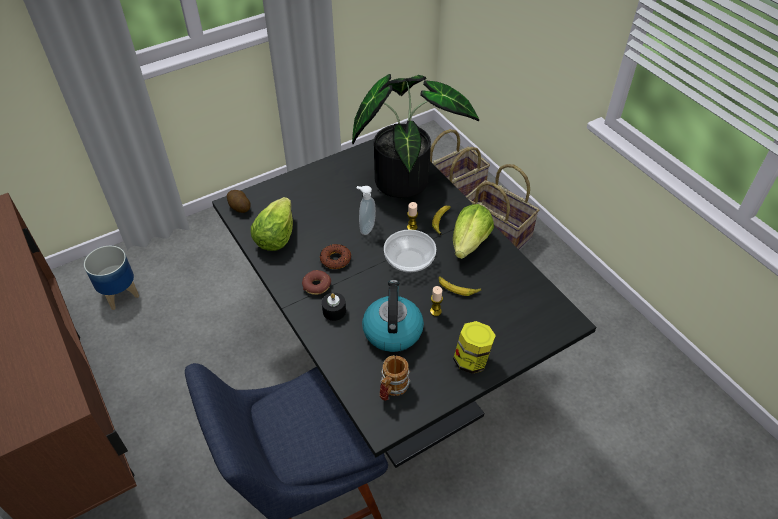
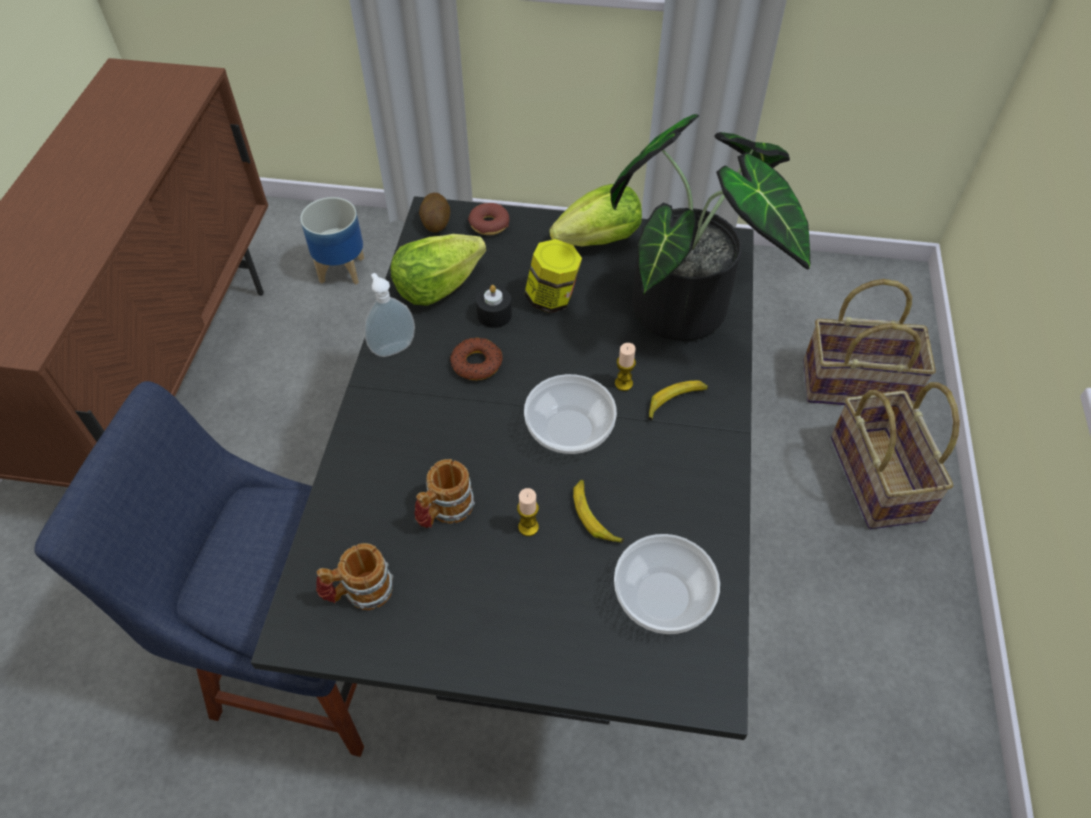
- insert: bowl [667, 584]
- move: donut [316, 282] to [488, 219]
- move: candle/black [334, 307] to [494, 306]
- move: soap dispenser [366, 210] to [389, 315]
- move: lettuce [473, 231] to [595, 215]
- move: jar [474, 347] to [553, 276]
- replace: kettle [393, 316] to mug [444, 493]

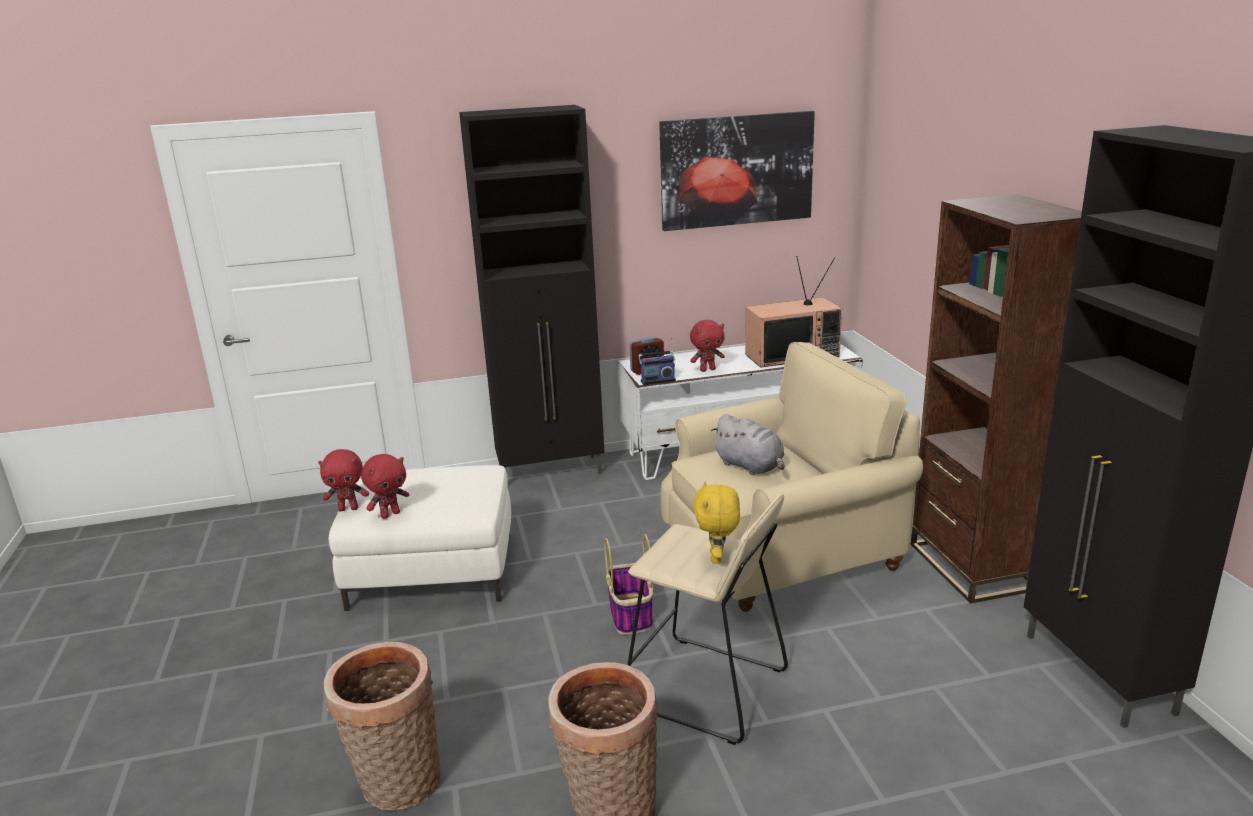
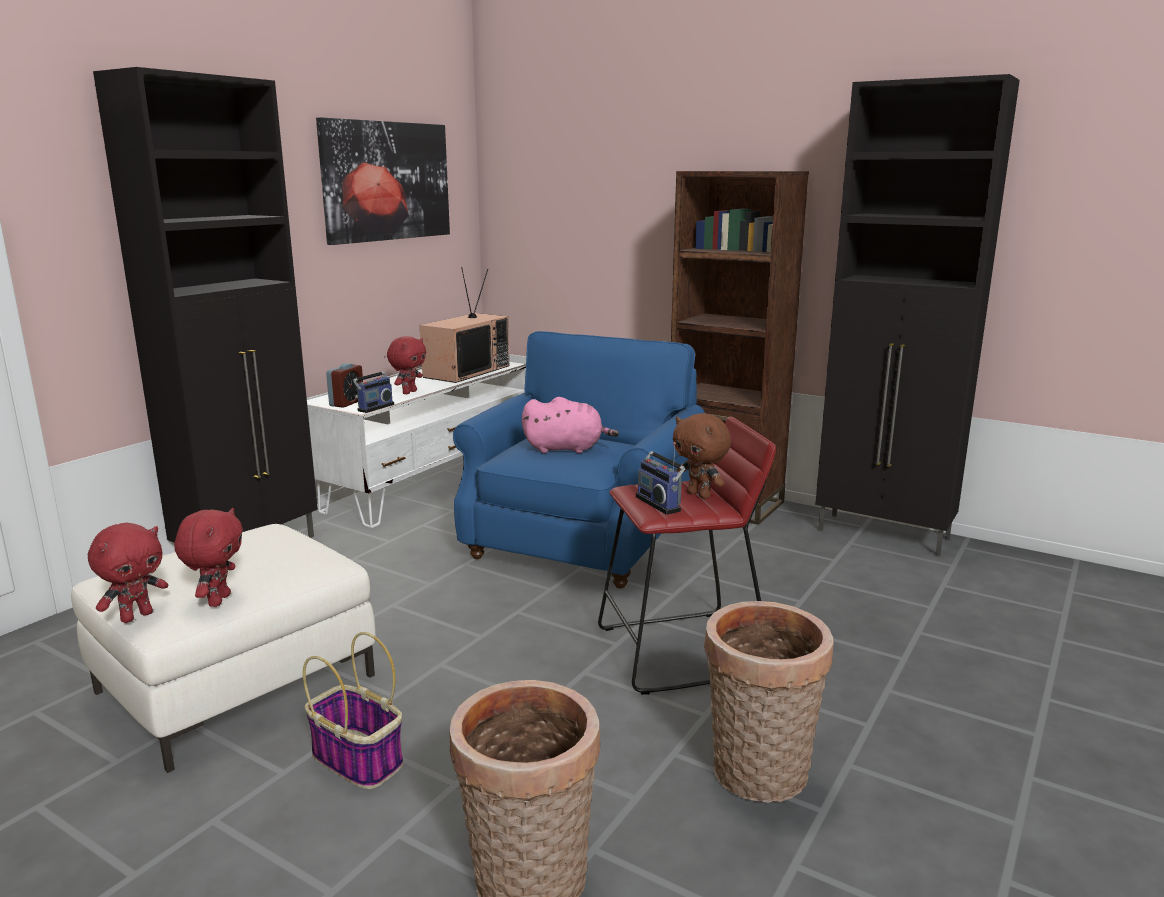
- insert: radio [661, 478]
- move: basket [628, 584] to [353, 710]
- recolor: stool/beige [708, 619] to stool/red [687, 555]
- recolor: armchair/beige [791, 477] to armchair/blue [579, 460]
- recolor: plush toy/yellow [716, 523] to plush toy/brown [702, 456]
- recolor: plush toy/grey [748, 444] to plush toy/pink [570, 425]

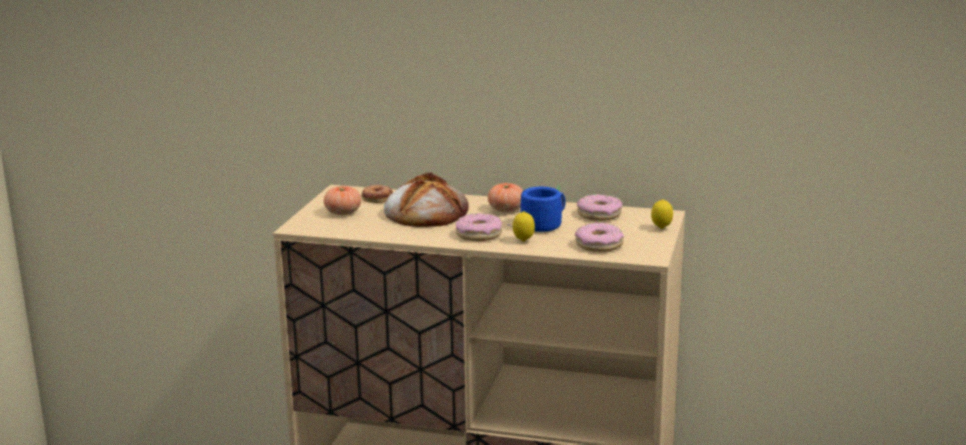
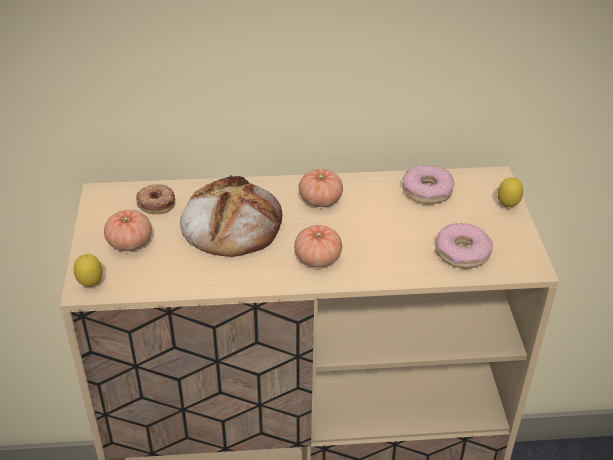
- delete: mug/blue [537, 208]
- move: lemon [524, 226] to [88, 270]
- replace: donut [479, 227] to tomato [318, 246]

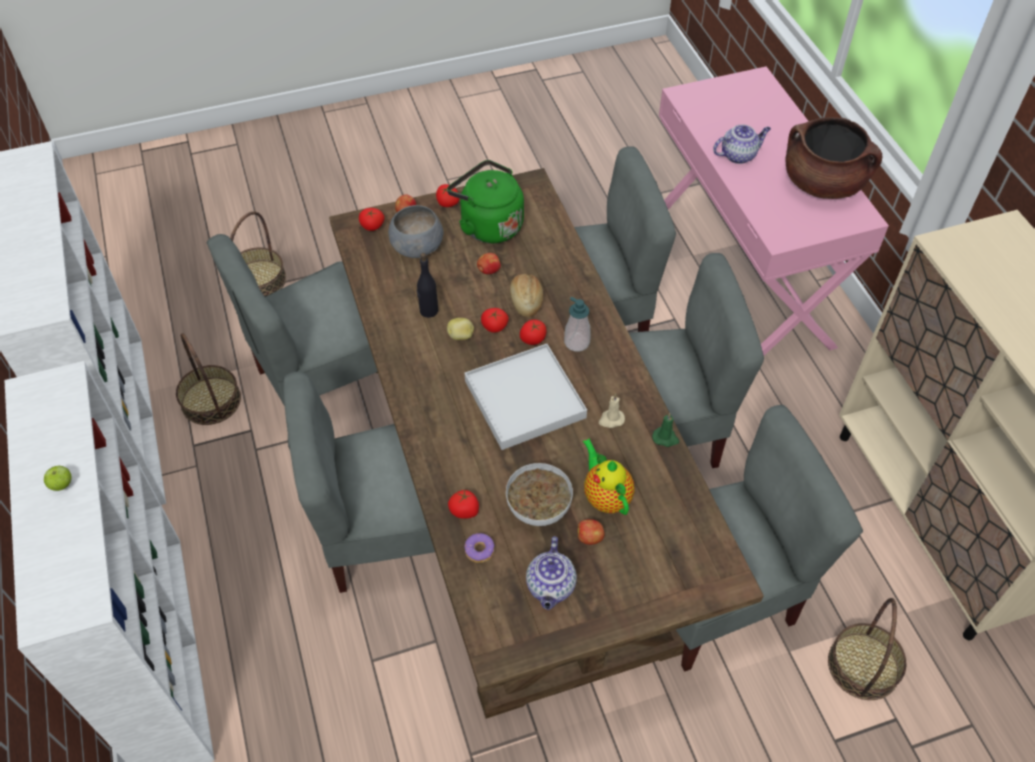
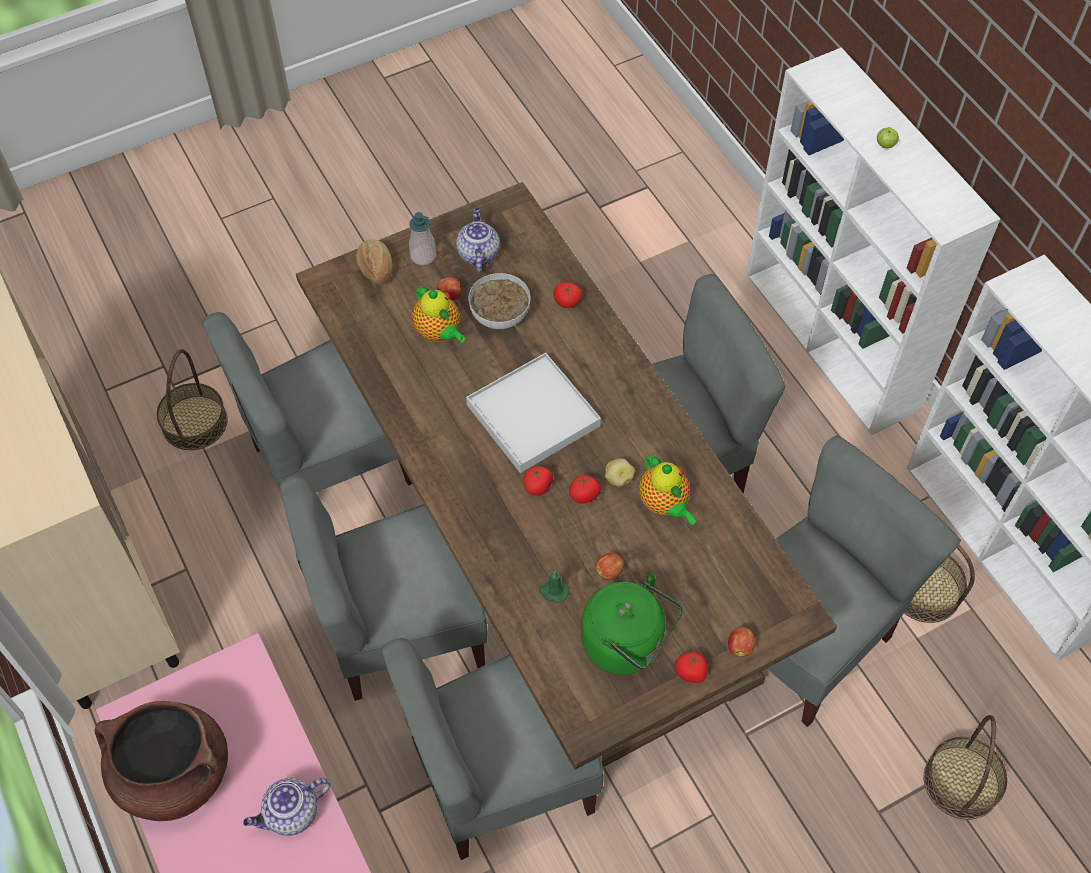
- delete: tomato [371, 219]
- delete: bowl/grey [416, 231]
- delete: donut [479, 548]
- delete: candle/beige [612, 411]
- move: bread [526, 295] to [374, 262]
- move: soap dispenser [577, 324] to [422, 238]
- move: candle/green [665, 430] to [554, 586]
- replace: bottle/black [427, 285] to teapot [667, 489]

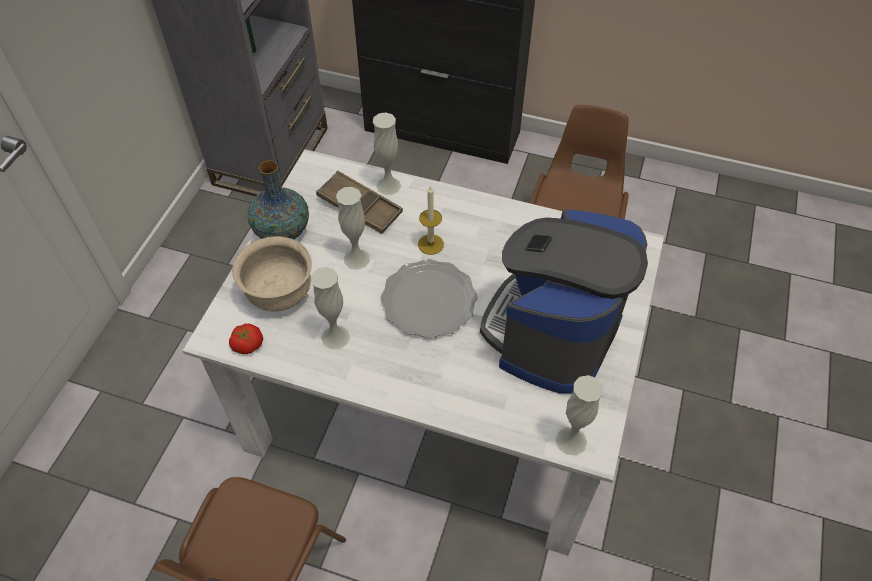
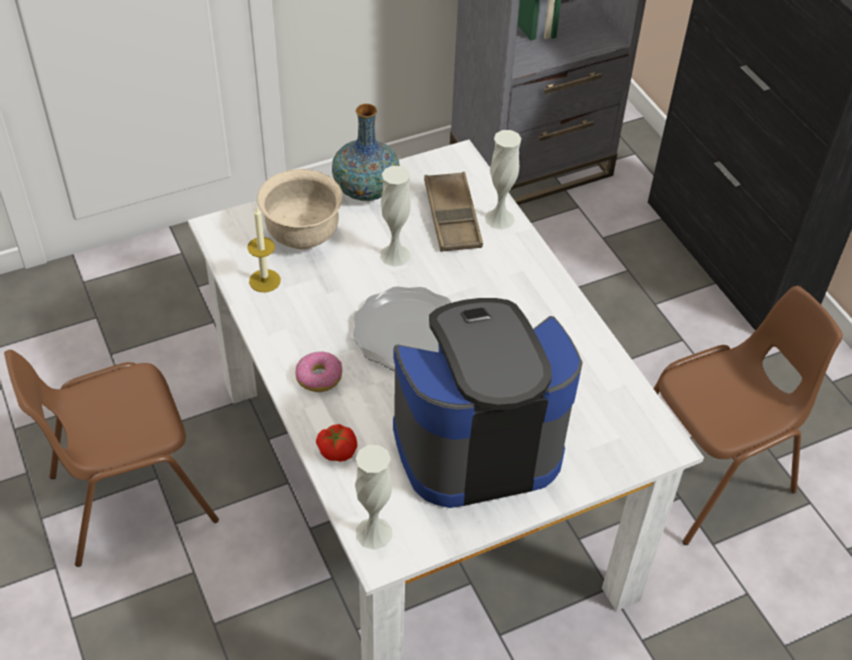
- delete: vase/white [330, 308]
- insert: donut [318, 372]
- move: tomato [246, 339] to [336, 443]
- move: candle [431, 220] to [264, 249]

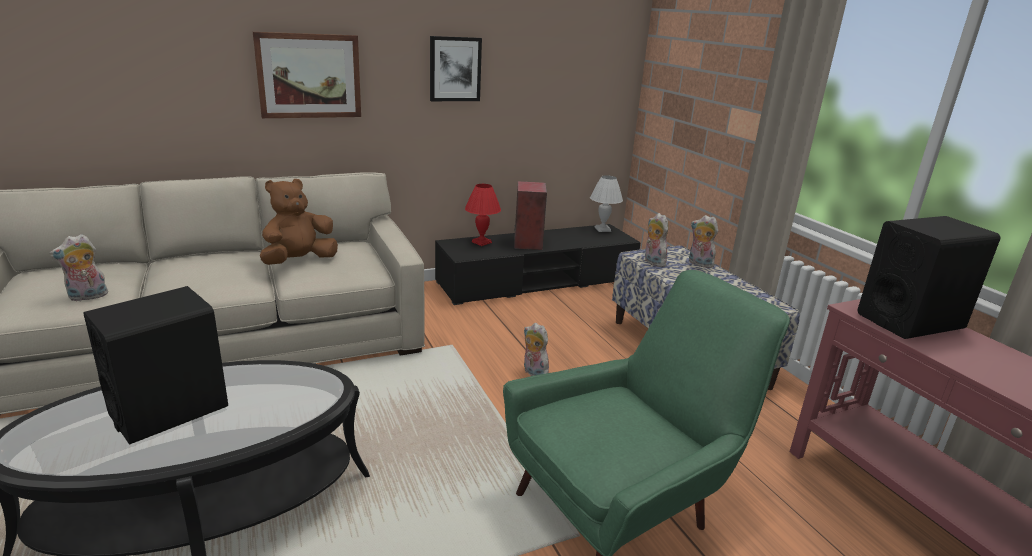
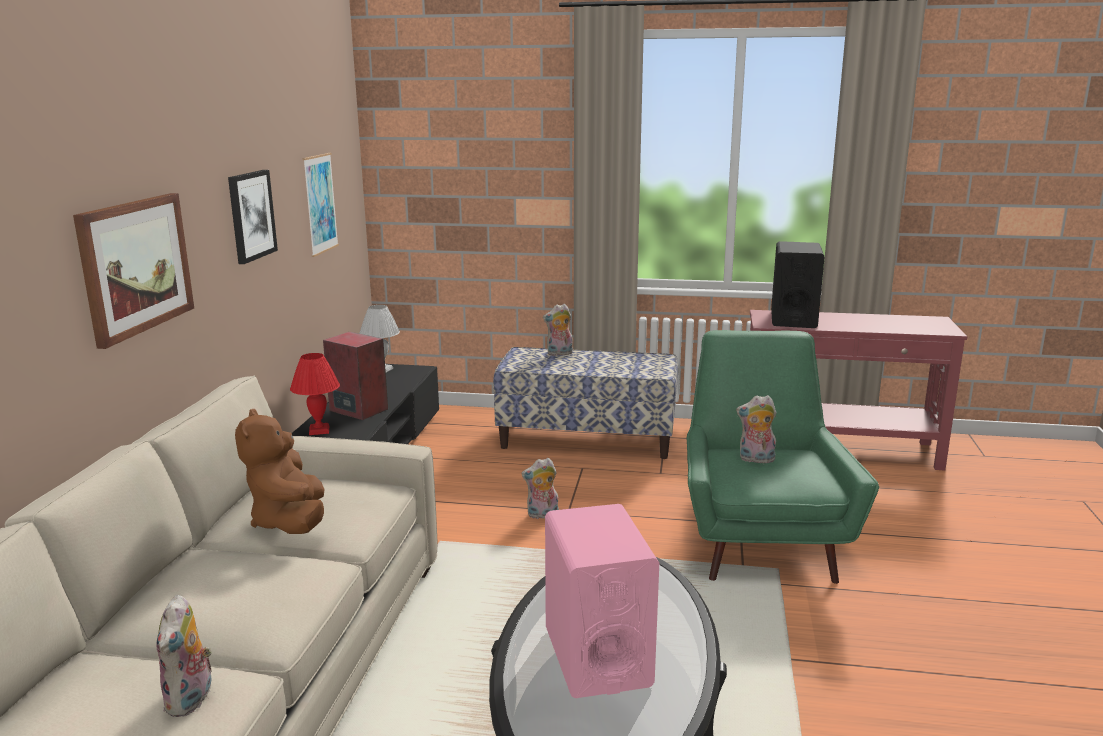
- insert: picture [321, 205]
- move: plush toy [656, 240] to [756, 429]
- recolor: speaker/black [155, 365] to speaker/pink [602, 601]

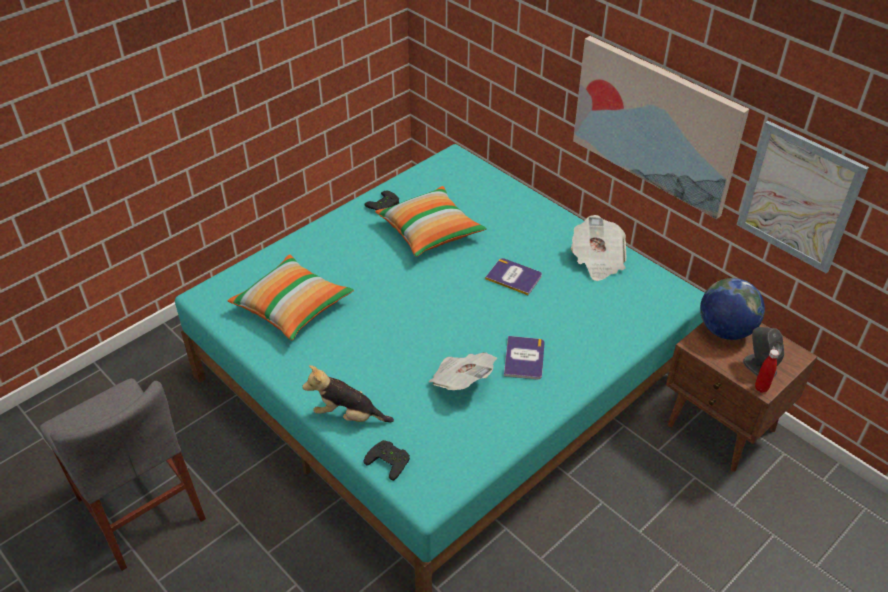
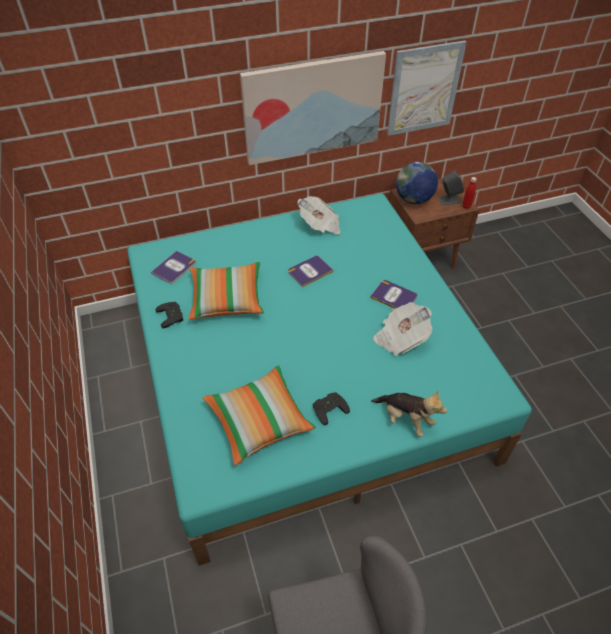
- insert: book [173, 267]
- move: game controller/black [387, 460] to [331, 408]
- rotate: plush toy [348, 393] = [409, 414] 90 degrees counterclockwise

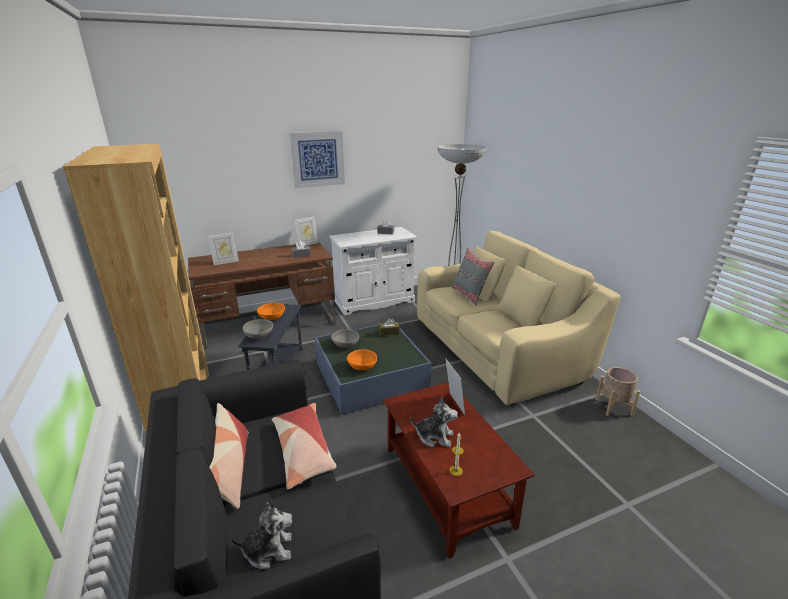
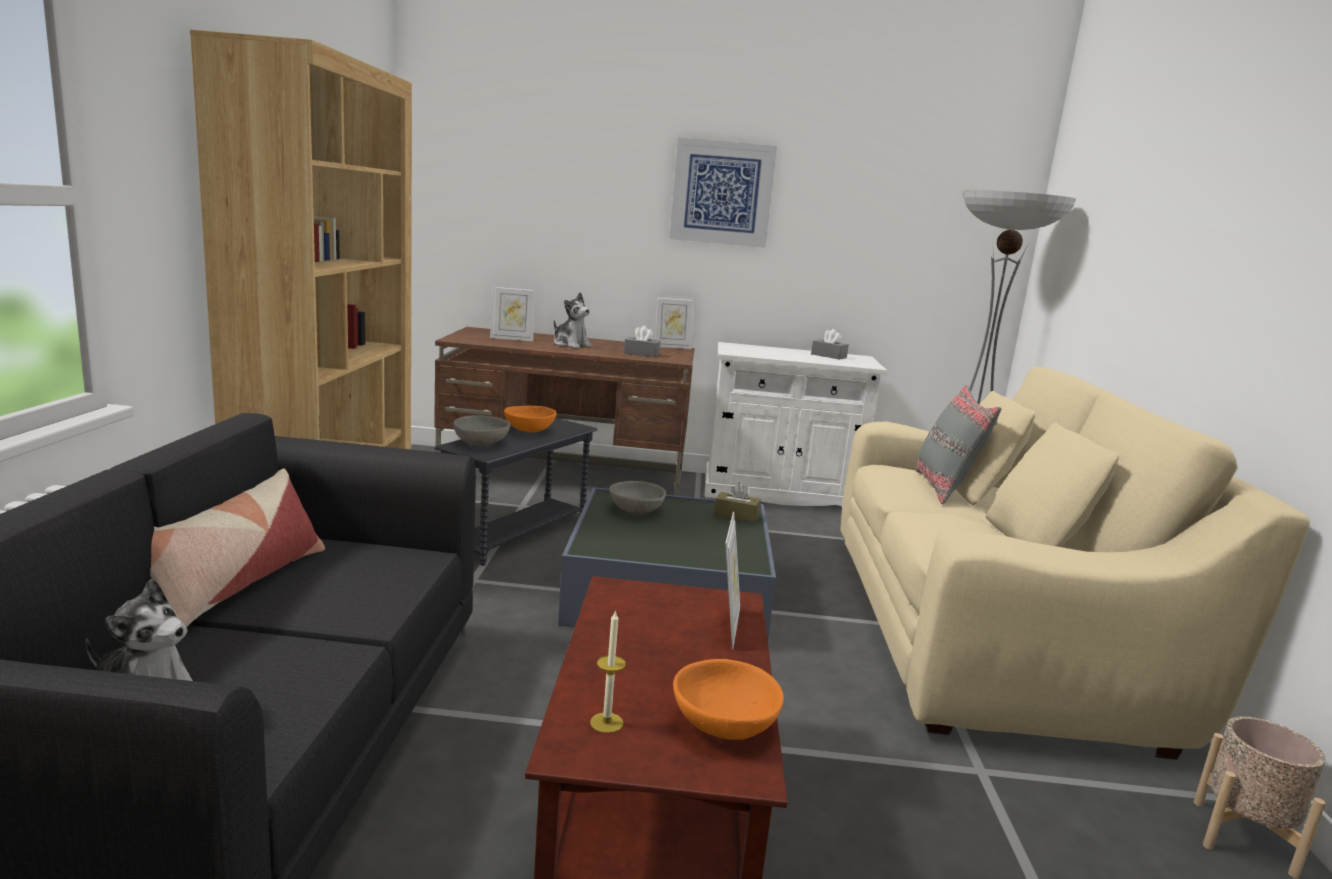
- delete: pillow [304, 446]
- move: bowl/orange [362, 359] to [728, 699]
- move: plush toy [434, 421] to [573, 321]

